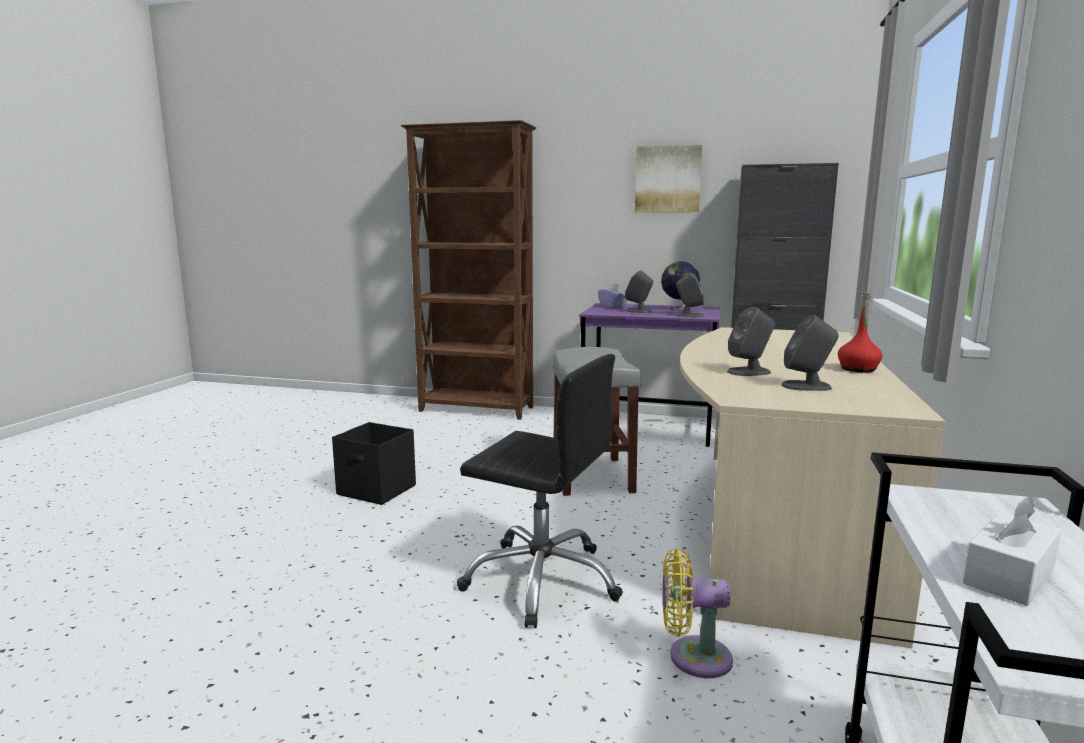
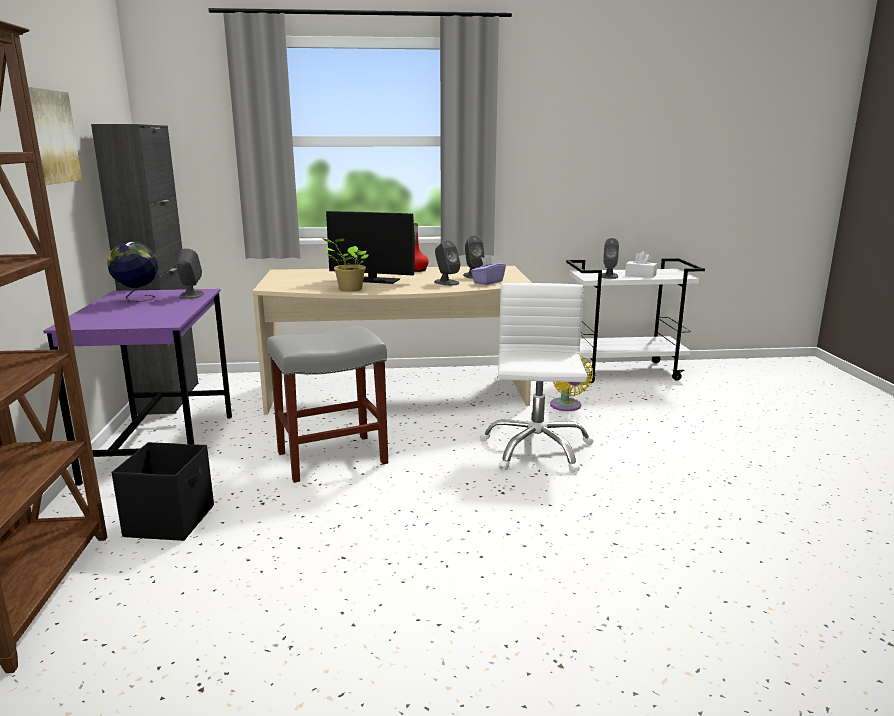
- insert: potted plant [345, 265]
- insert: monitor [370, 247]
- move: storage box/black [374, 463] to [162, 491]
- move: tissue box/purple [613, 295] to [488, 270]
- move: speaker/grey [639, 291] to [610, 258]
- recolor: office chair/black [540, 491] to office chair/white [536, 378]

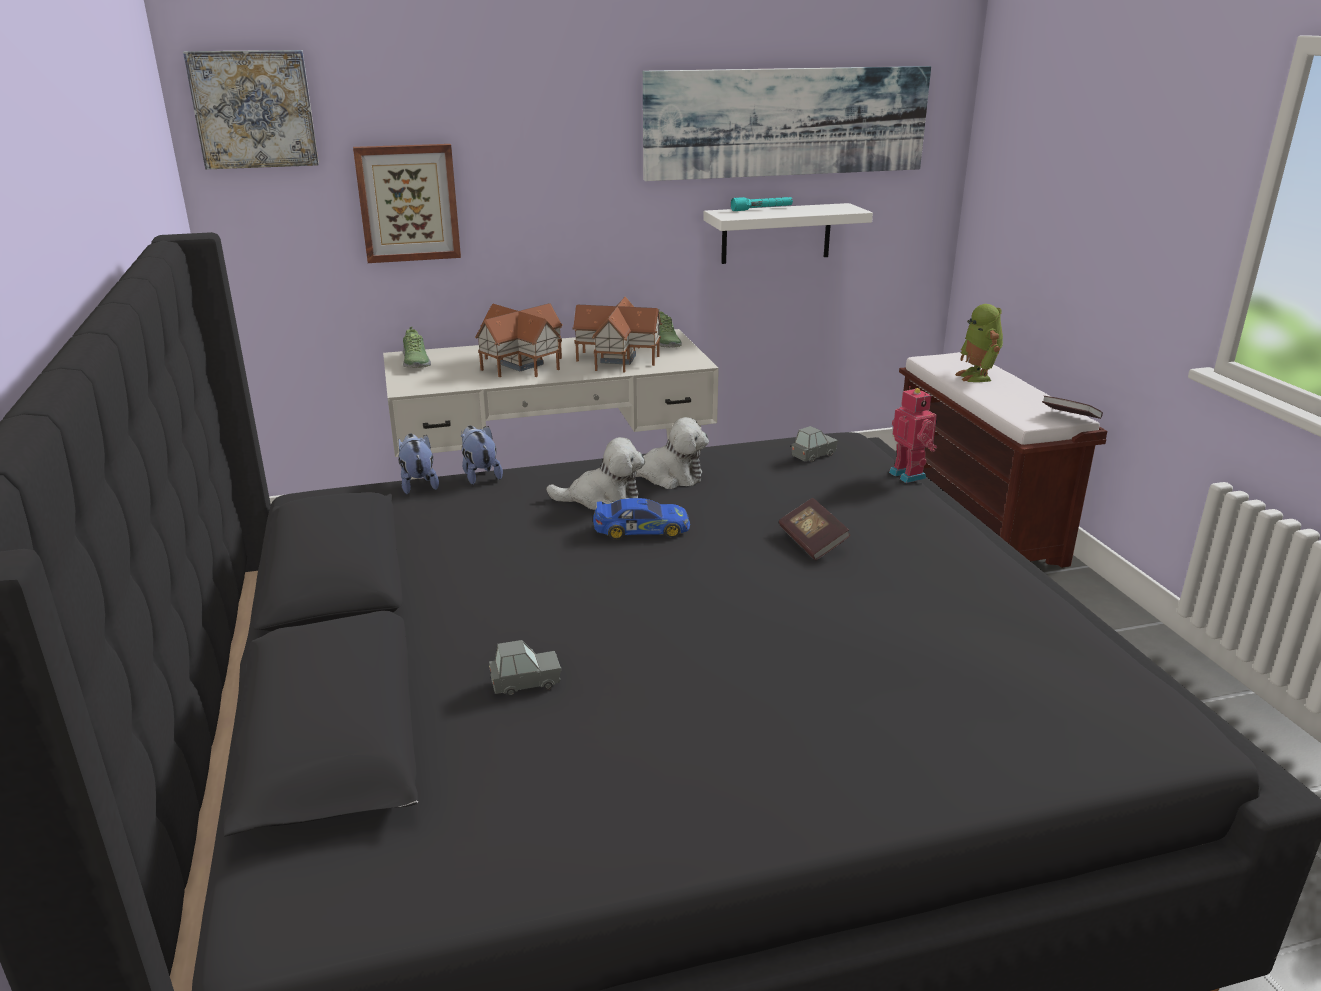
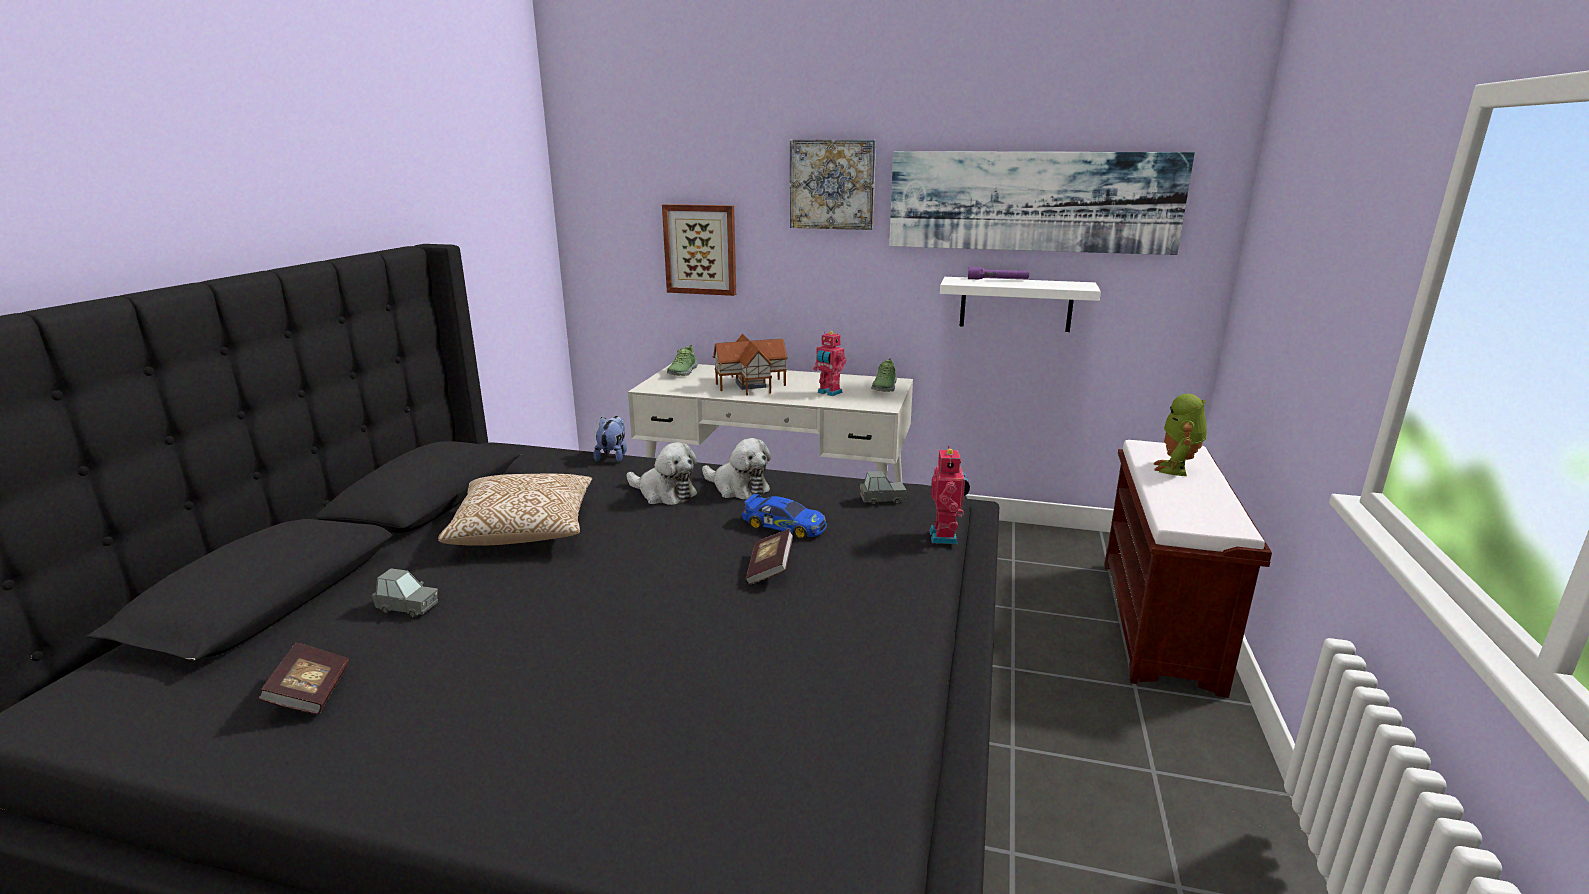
- delete: plush toy [418, 464]
- insert: pillow [515, 510]
- move: picture [251, 109] to [833, 185]
- move: toy car [641, 519] to [784, 516]
- move: book [1072, 407] to [303, 678]
- replace: toy house [617, 334] to toy robot [829, 363]
- recolor: flashlight/turquoise [762, 204] to flashlight/purple [998, 273]

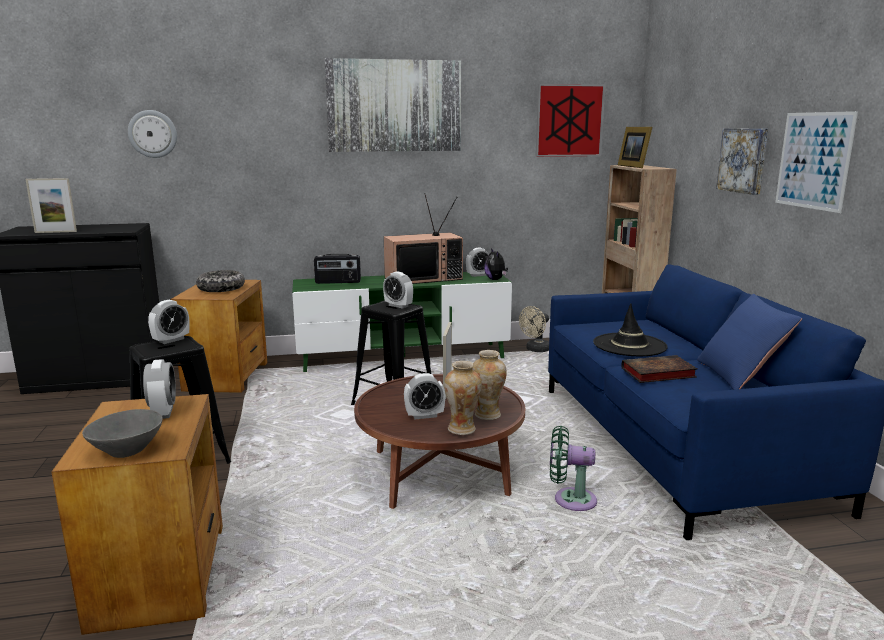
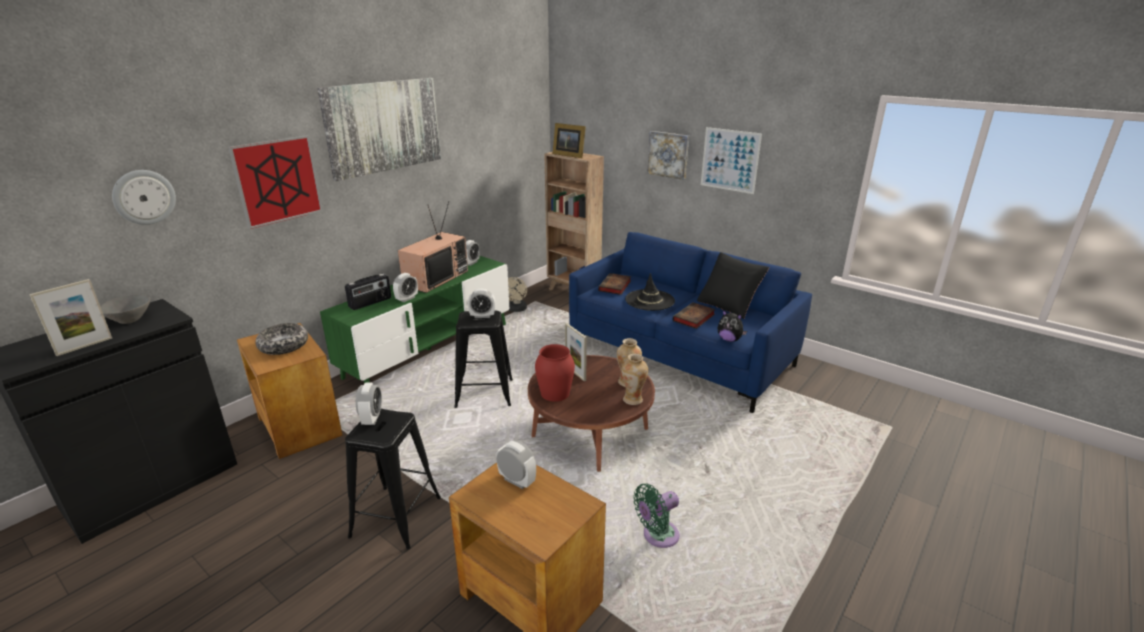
- insert: vase/red [555, 373]
- insert: book [614, 284]
- move: bowl/grey [122, 433] to [125, 309]
- move: alarm clock [425, 396] to [405, 287]
- move: plush toy [496, 264] to [732, 326]
- move: picture [570, 120] to [275, 182]
- move: fan/green [573, 468] to [657, 515]
- recolor: pillow/blue [749, 342] to pillow/black [733, 285]

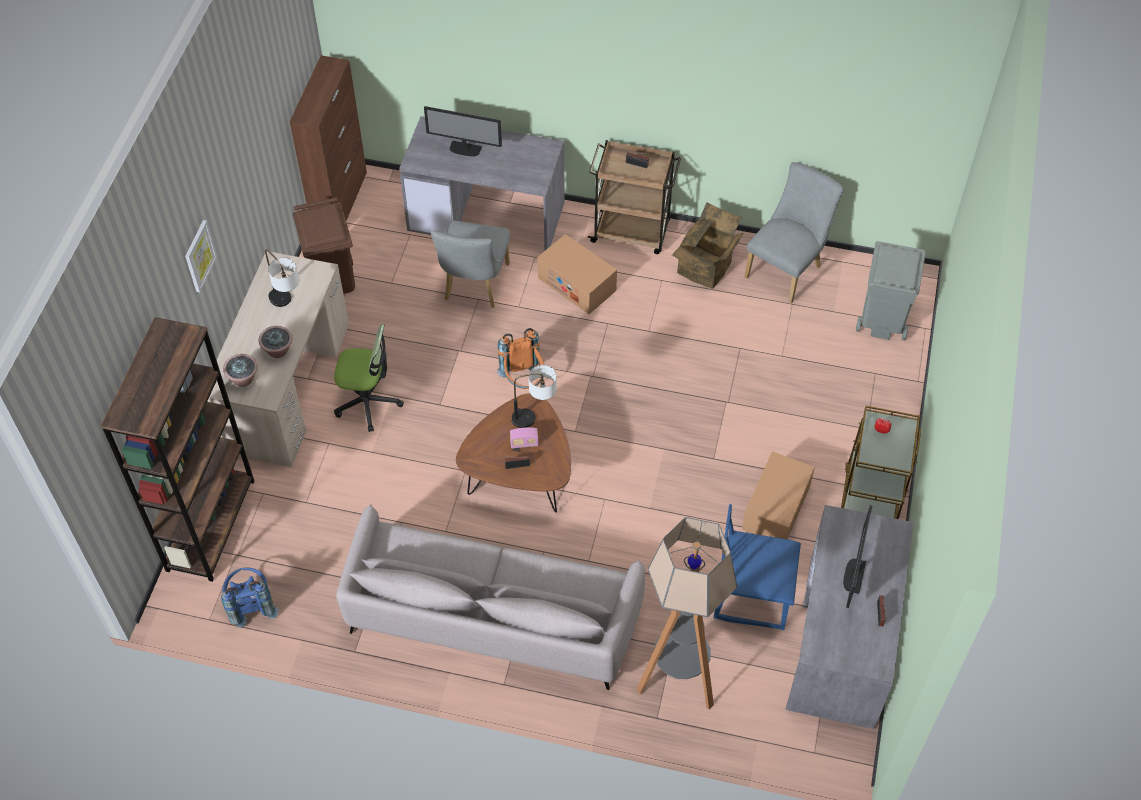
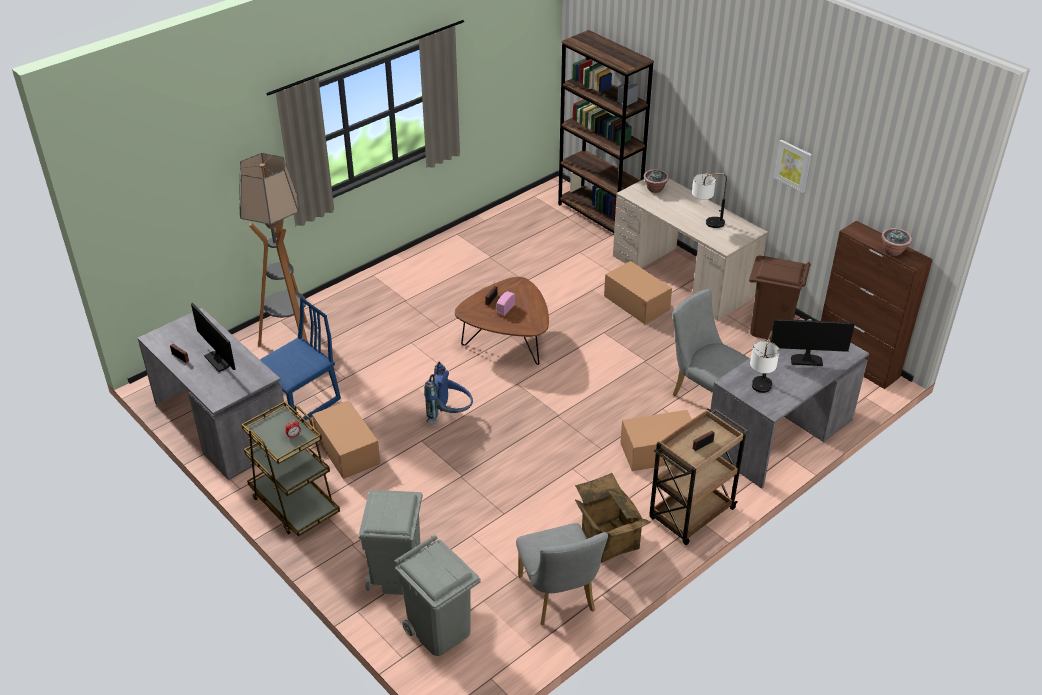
- delete: sofa/grey [490, 597]
- delete: backpack/orange [520, 358]
- insert: trash can/grey [391, 542]
- move: picture [201, 256] to [792, 166]
- move: backpack/blue [250, 597] to [448, 393]
- move: potted plant [275, 342] to [897, 242]
- move: table lamp [534, 396] to [765, 362]
- replace: office chair [369, 378] to cardboard box [638, 292]
- rotate: monitor [463, 131] = [813, 342] 45 degrees clockwise

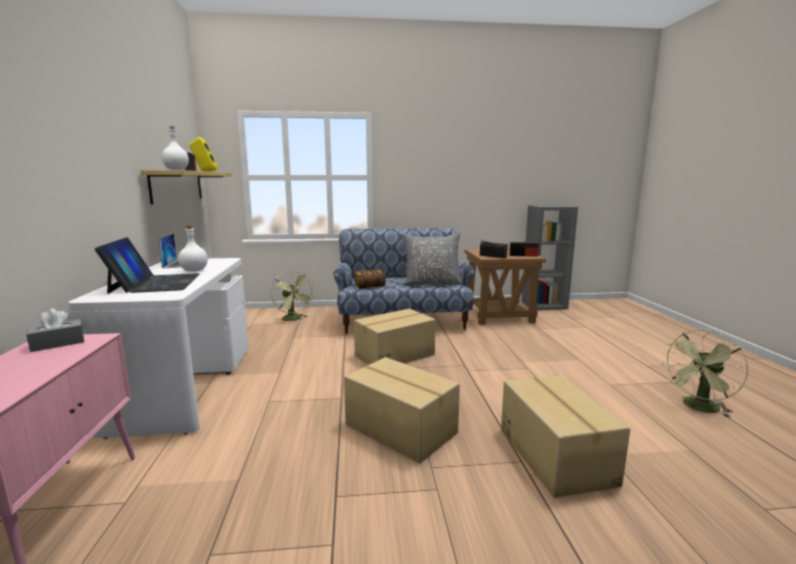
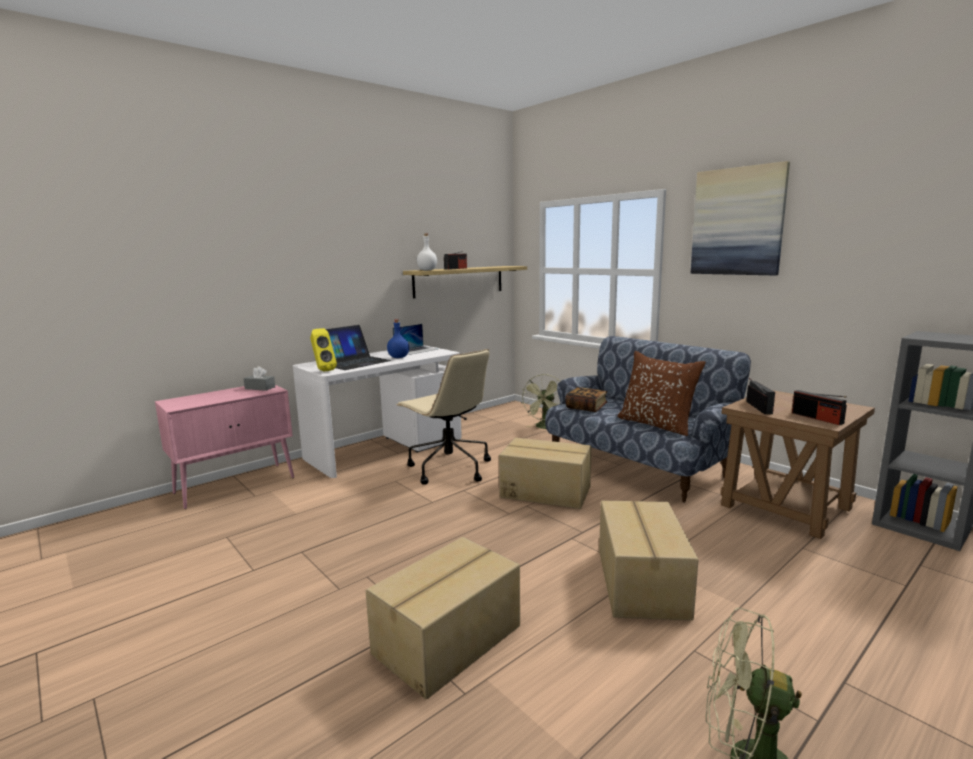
- insert: office chair/beige [443, 417]
- insert: picture [740, 218]
- move: speaker/yellow [203, 154] to [323, 350]
- move: cardboard box [402, 410] to [648, 560]
- recolor: bottle/white [193, 248] to bottle/blue [398, 338]
- recolor: pillow/grey [432, 259] to pillow/brown [661, 393]

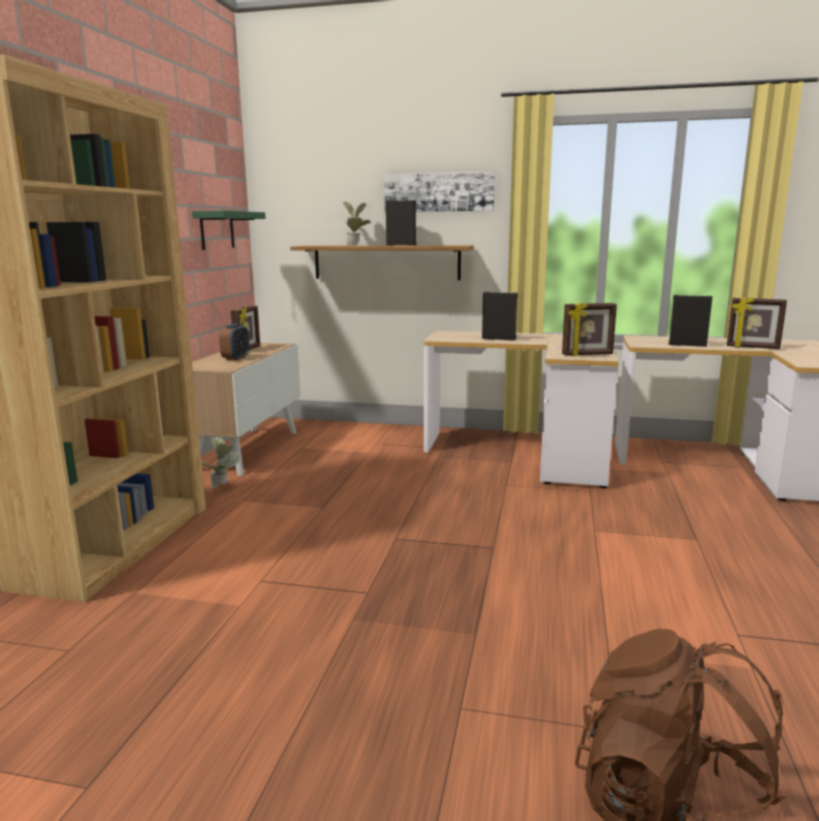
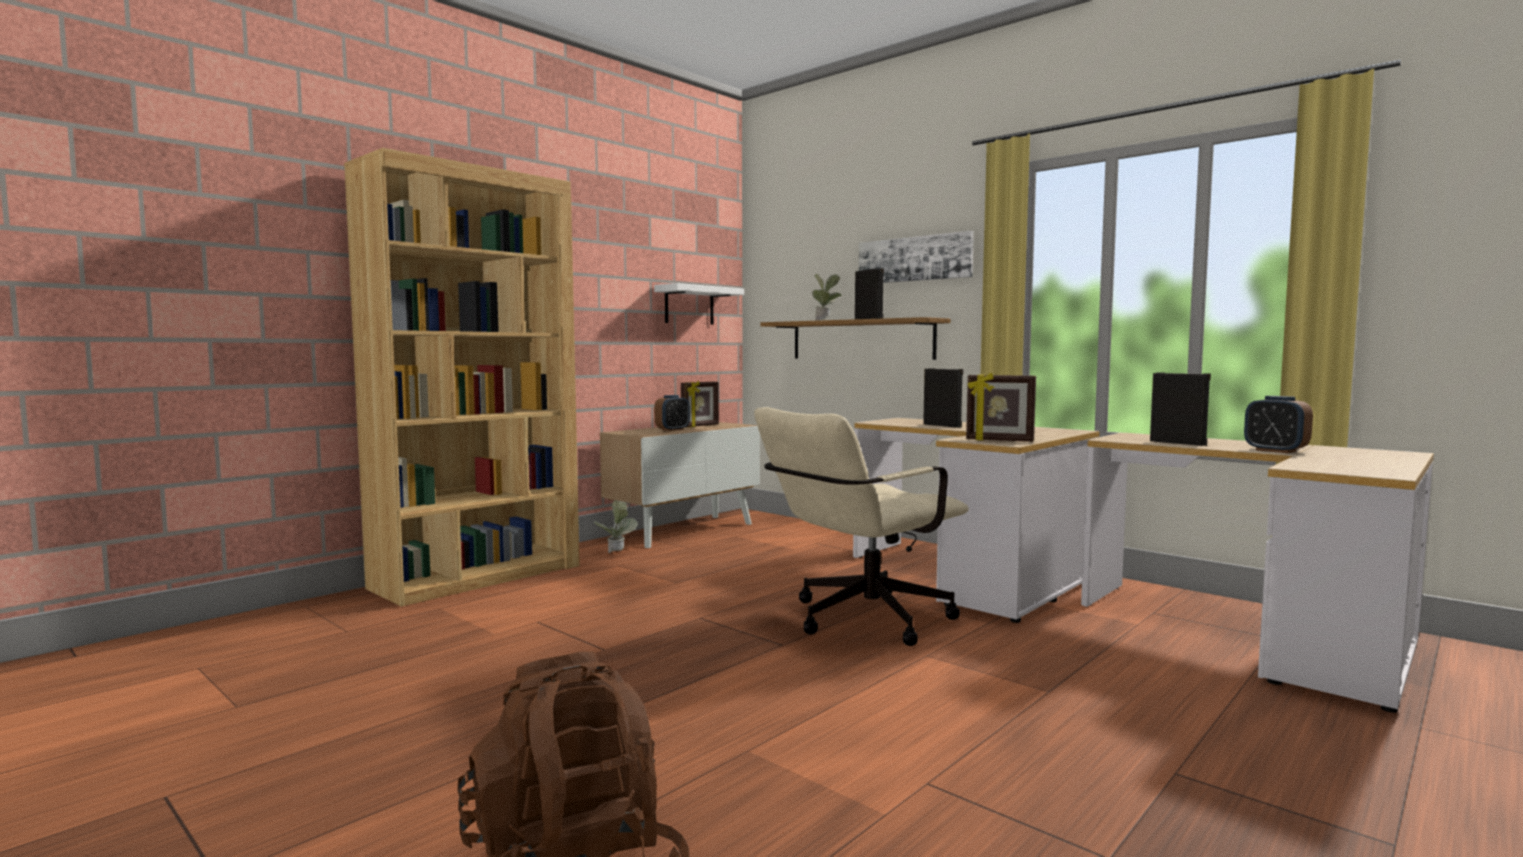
- insert: office chair/beige [861, 526]
- replace: picture frame [757, 323] to alarm clock [1278, 424]
- recolor: shelf/green [229, 230] to shelf/white [699, 304]

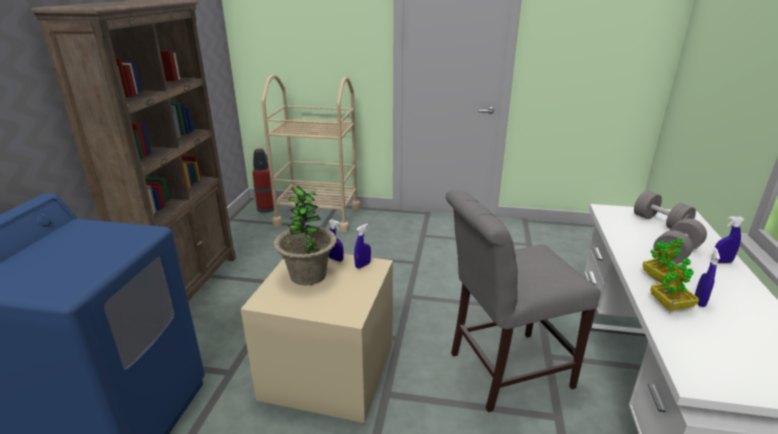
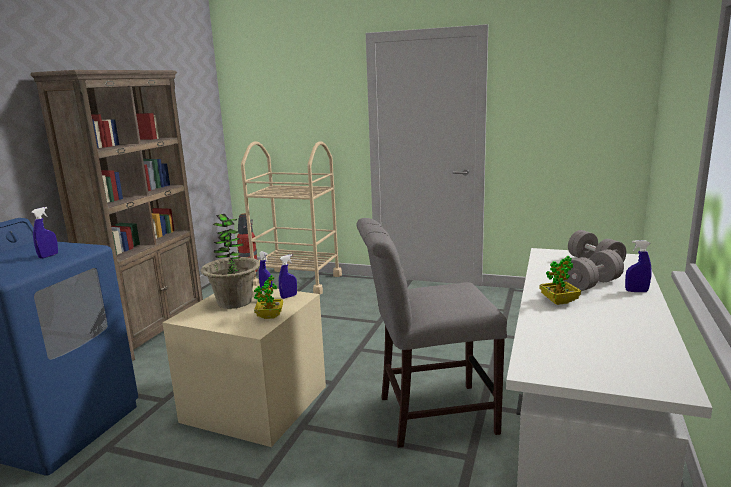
- move: potted plant [674, 284] to [268, 297]
- move: spray bottle/blue [707, 277] to [44, 233]

